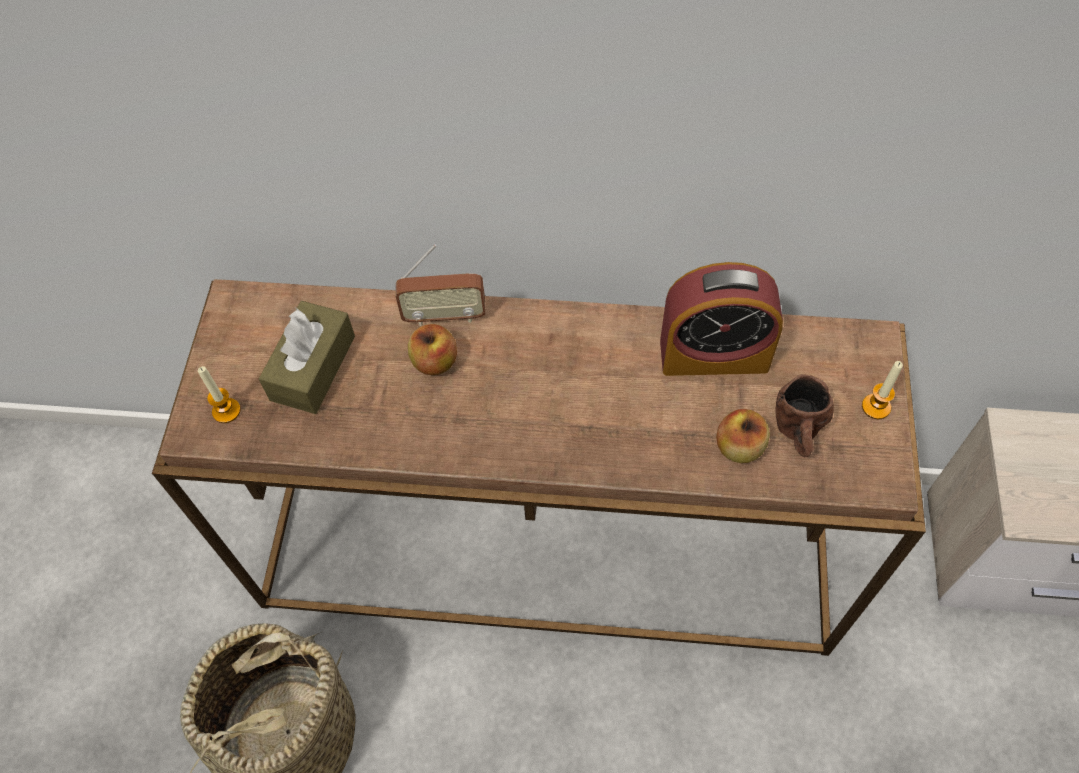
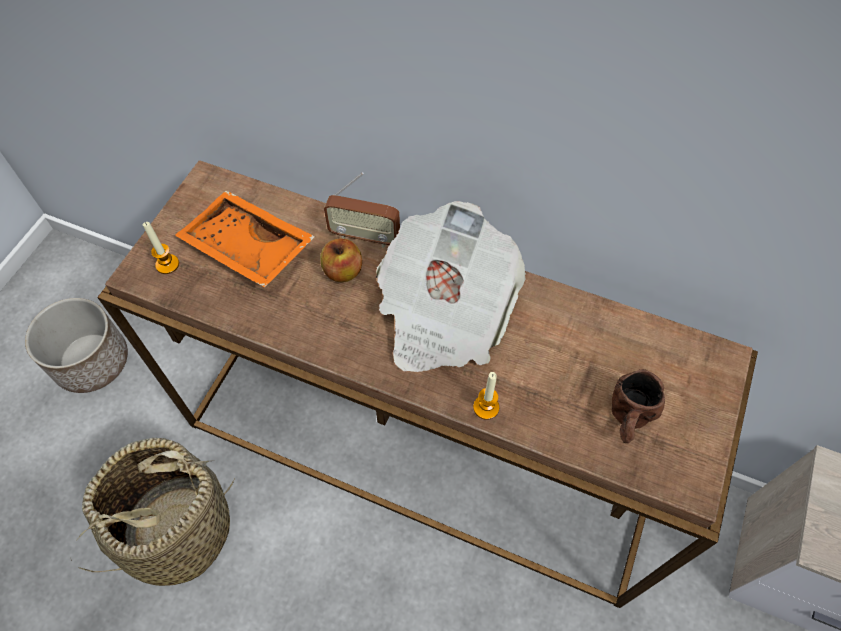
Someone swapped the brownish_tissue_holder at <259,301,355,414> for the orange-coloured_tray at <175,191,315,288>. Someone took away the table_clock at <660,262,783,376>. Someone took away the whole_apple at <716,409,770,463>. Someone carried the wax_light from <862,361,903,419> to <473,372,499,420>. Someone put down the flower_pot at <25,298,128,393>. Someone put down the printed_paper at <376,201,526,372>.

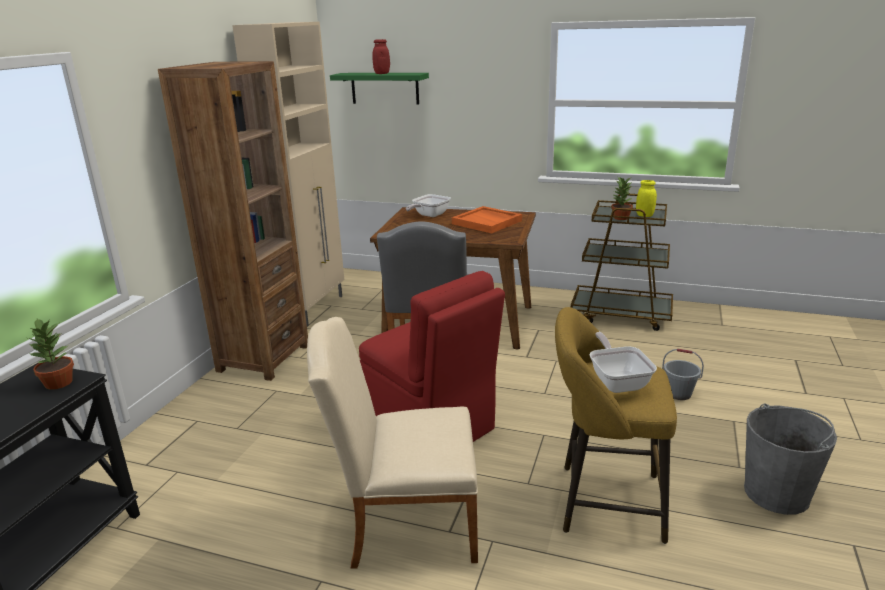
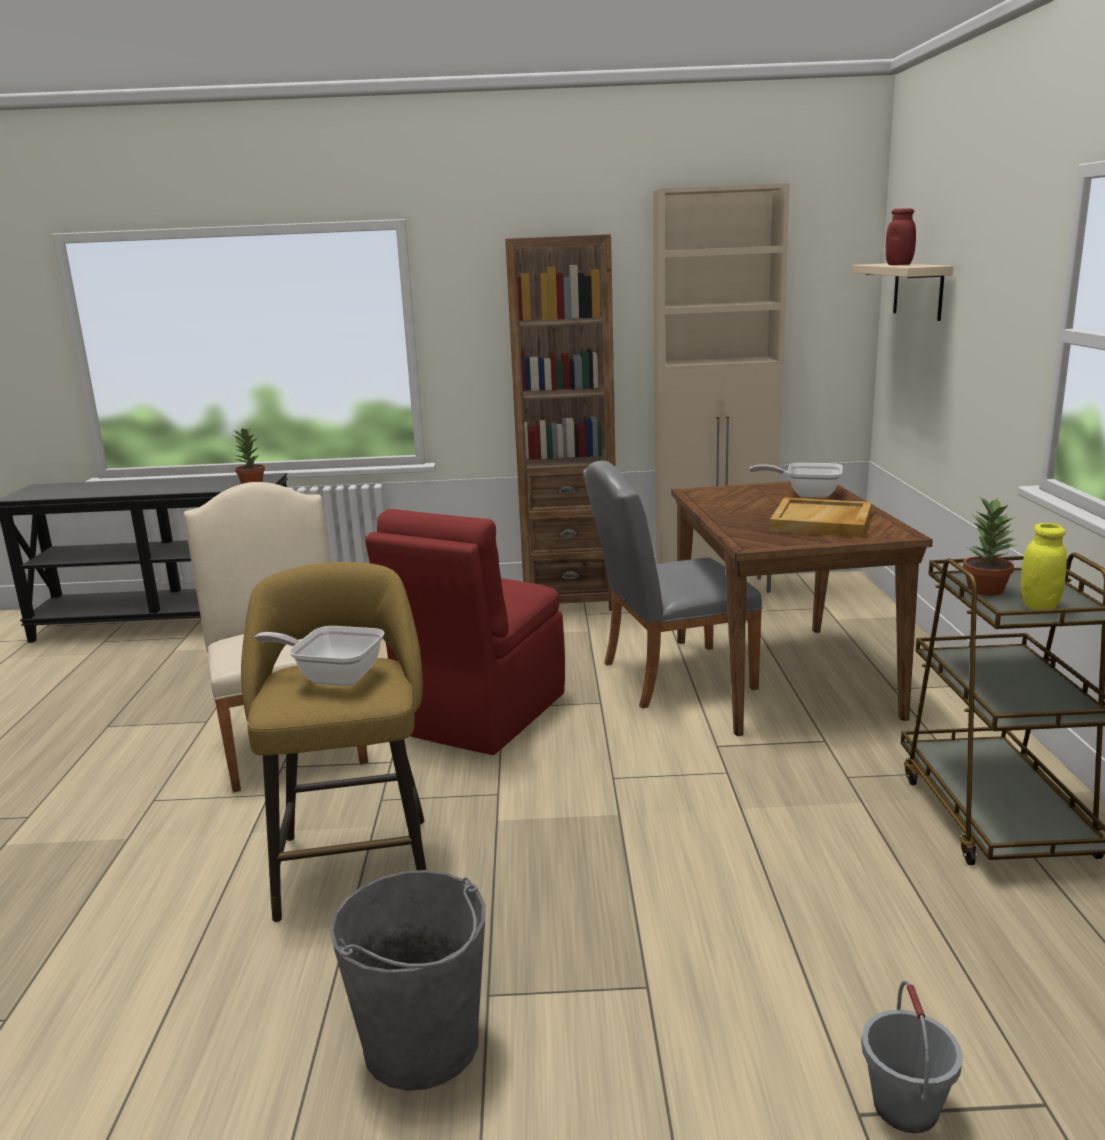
Someone repainted the green_shelf at <330,73,429,105>, which became the beige_shelf at <852,263,953,321>. Someone repainted the orange-coloured_tray at <452,206,522,233>, which became the beige_tray at <770,497,872,538>. Someone rotated the pan at <589,332,657,393> by 135 degrees counterclockwise. Someone carried the grey_bucket from <662,348,704,400> to <861,981,963,1133>.

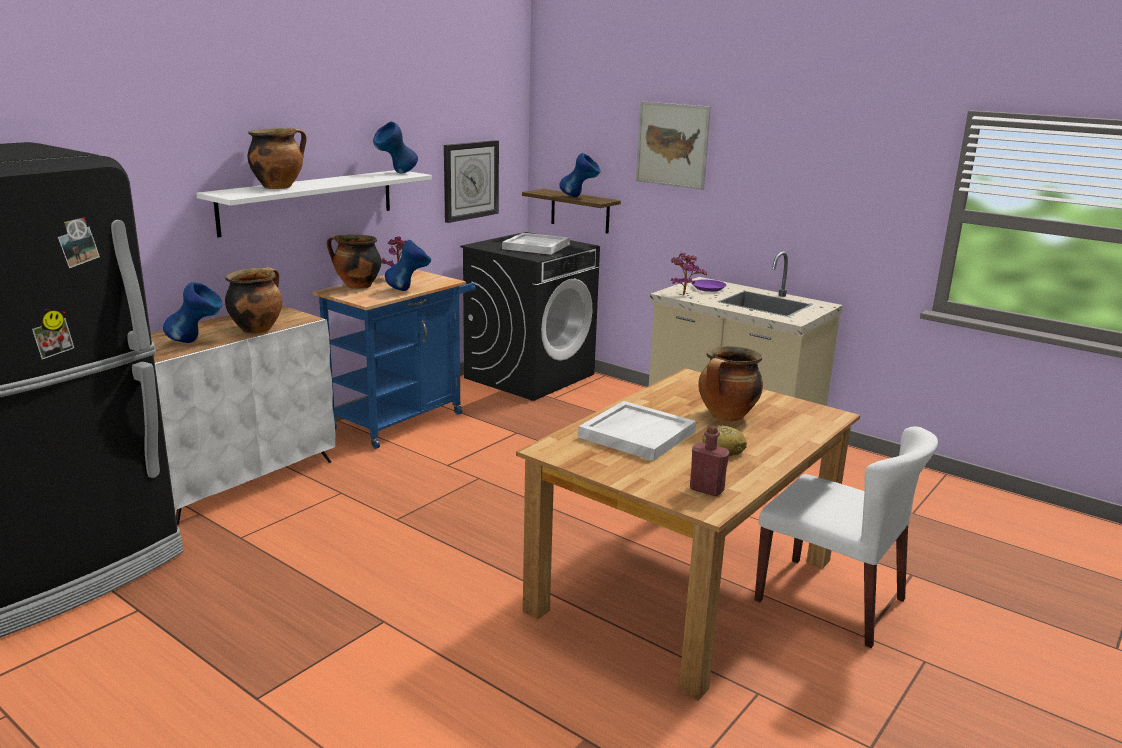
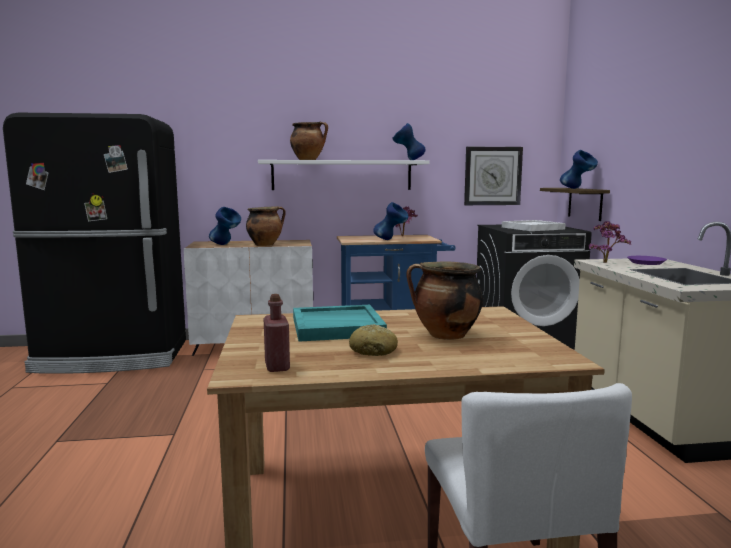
Someone took away the saucepot at <327,235,381,289>. Someone repainted the whitish_tray at <578,401,696,461>, which became the turquoise-coloured_tray at <293,305,387,342>. Someone took away the wall_picture at <636,101,711,190>.

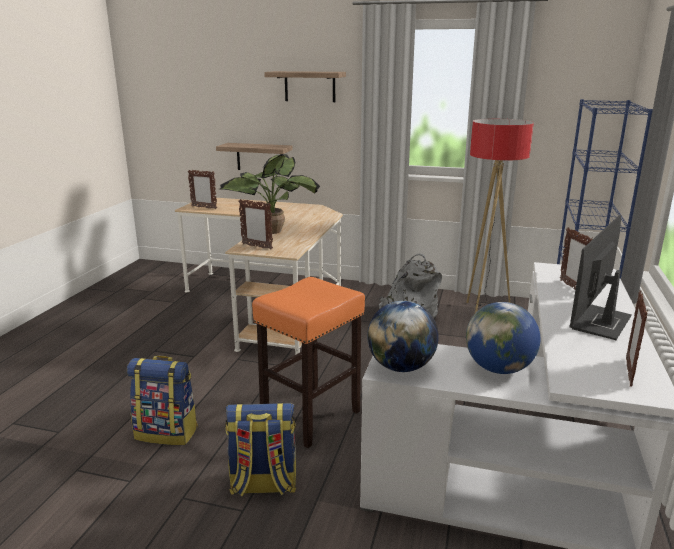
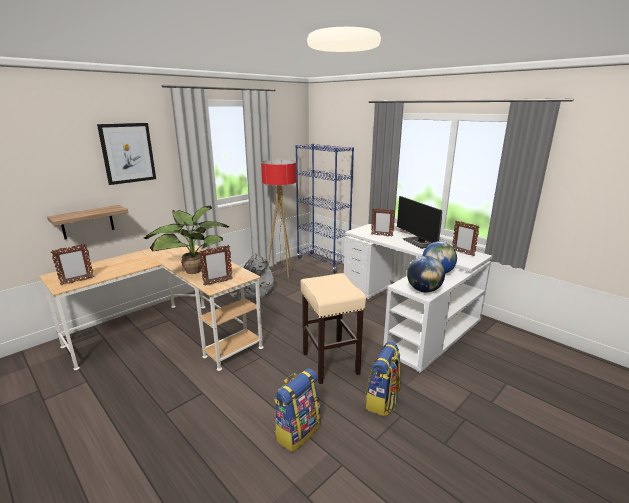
Someone repainted the orange-coloured_sitting_stool at <252,277,365,448>, which became the beige_sitting_stool at <300,273,366,384>. Someone swapped the shelf at <264,71,346,102> for the wall_picture at <97,123,156,185>.

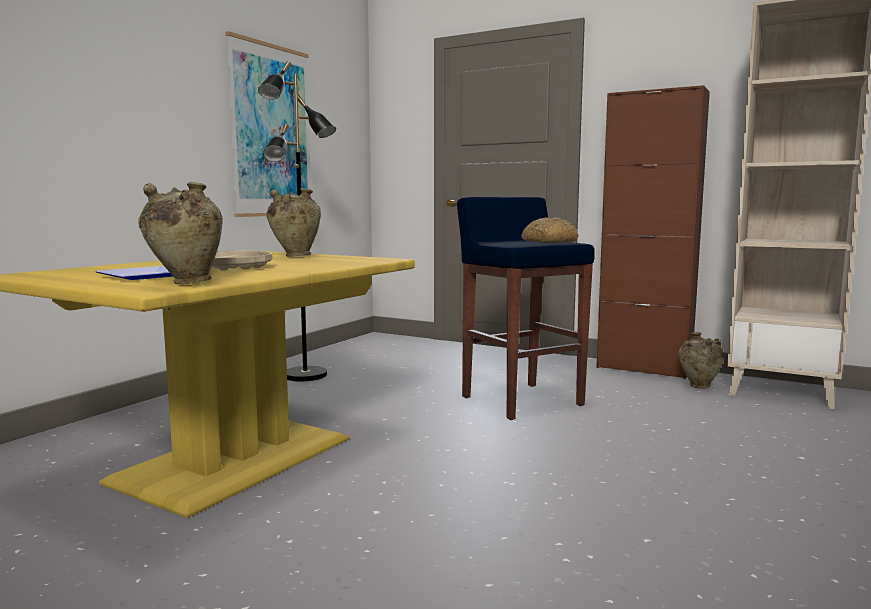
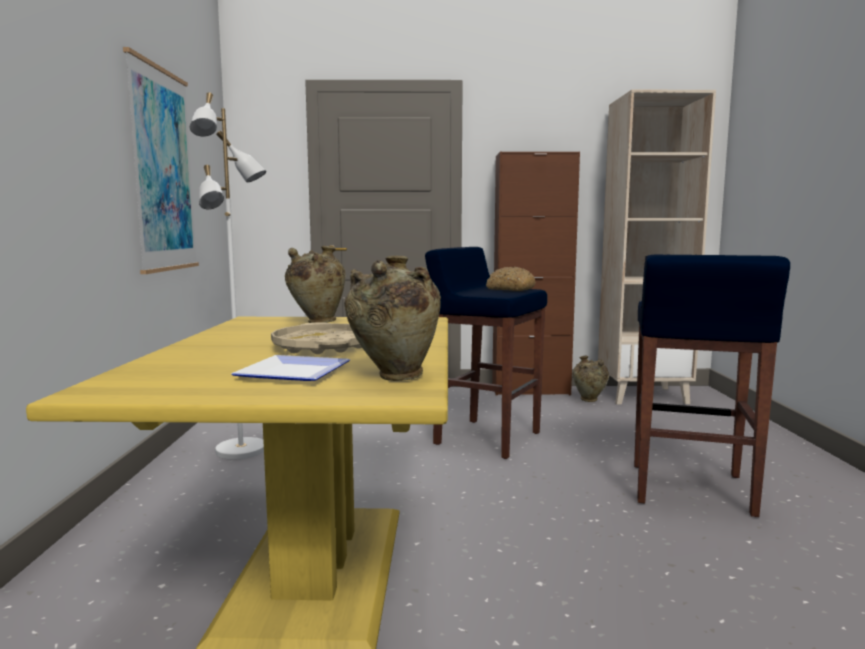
Someone repainted the blackish_standing_lamp at <258,61,336,381>, which became the whitish_standing_lamp at <190,92,266,459>. Someone put down the blue-coloured_sitting_stool at <634,254,790,517>.

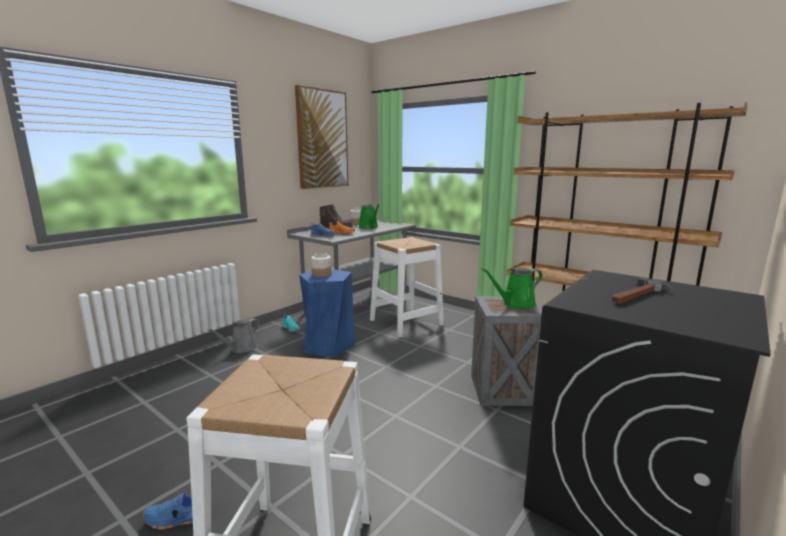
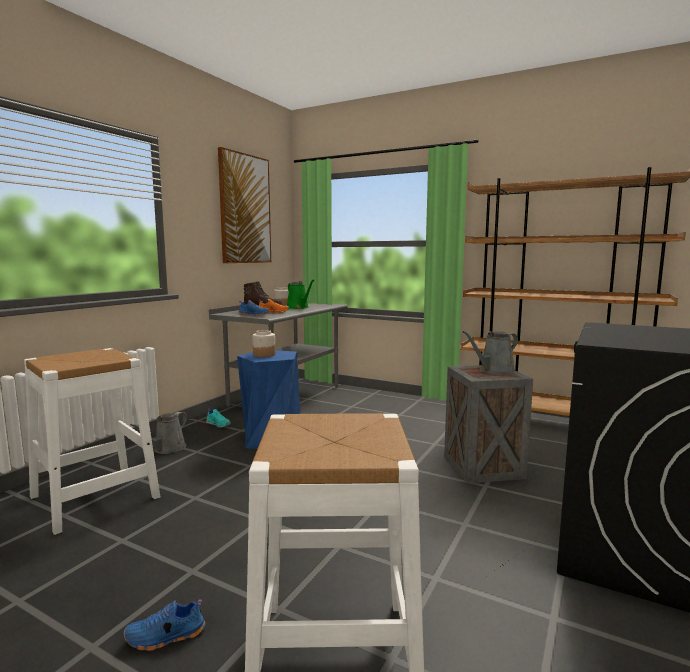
Someone carried the whitish_sitting_stool from <370,237,444,338> to <24,348,160,535>. Someone repainted the green_watering_pot at <481,267,543,309>, which became the grey_watering_pot at <462,331,518,374>. Someone took away the tool_hammer at <612,277,672,304>.

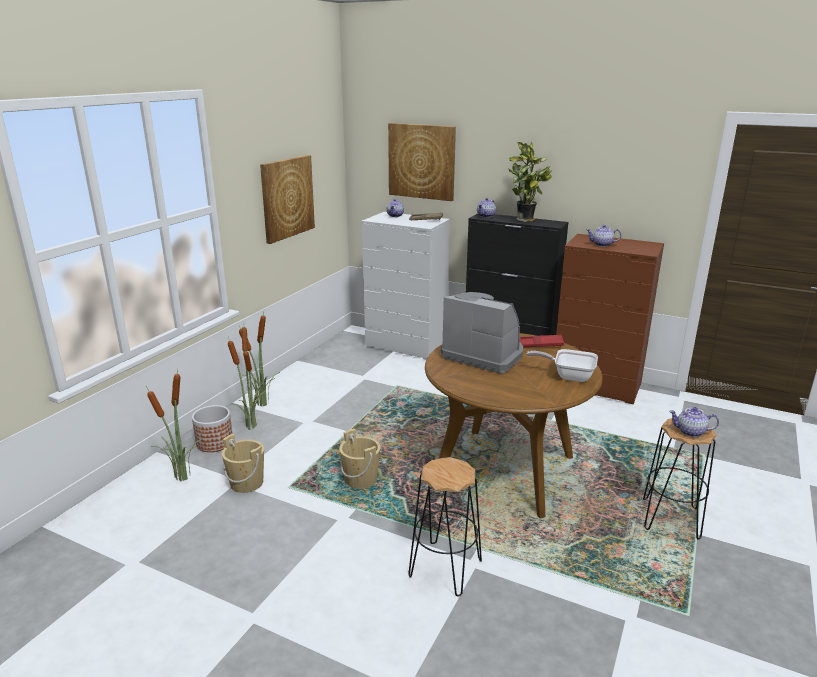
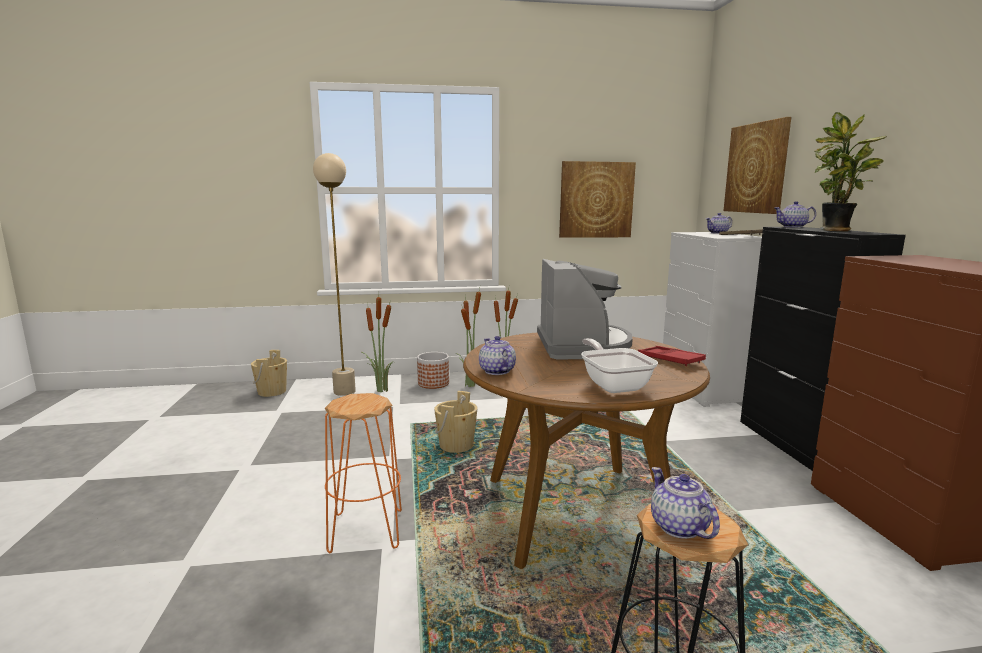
Someone carried the beige_bucket from <222,434,264,493> to <251,350,287,397>. Someone repainted the blackish_sitting_stool at <408,457,482,596>, which became the orange-coloured_sitting_stool at <325,393,402,553>. Someone carried the teapot from <586,225,621,247> to <479,336,516,375>. Someone put down the beige_standing_lamp at <313,153,356,396>.

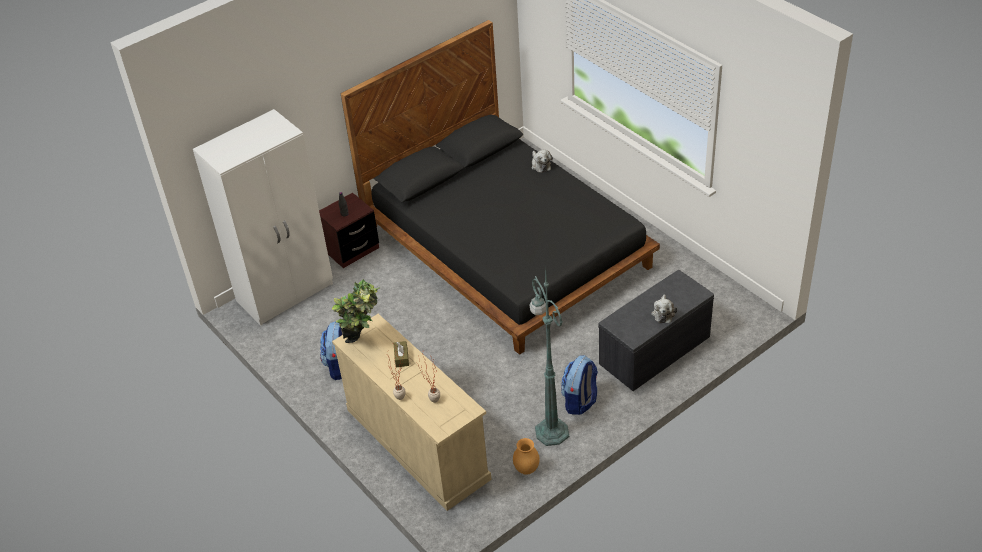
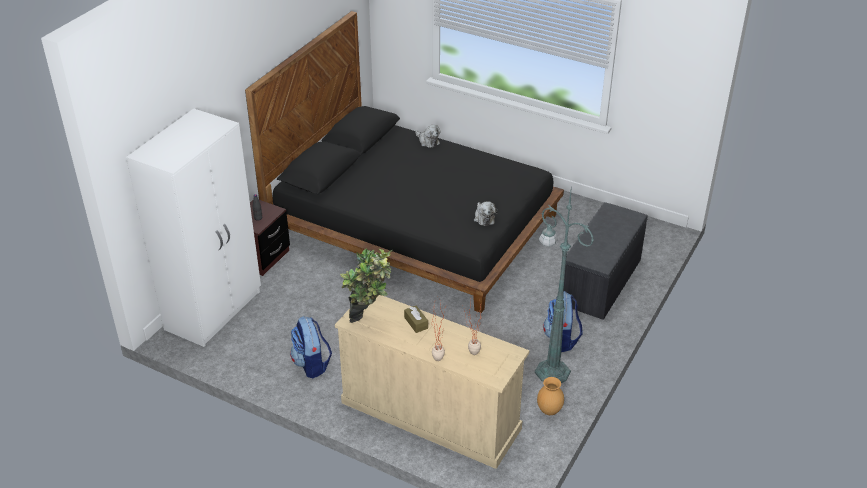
Someone carried the cuddly_toy from <651,294,677,323> to <474,201,498,226>.

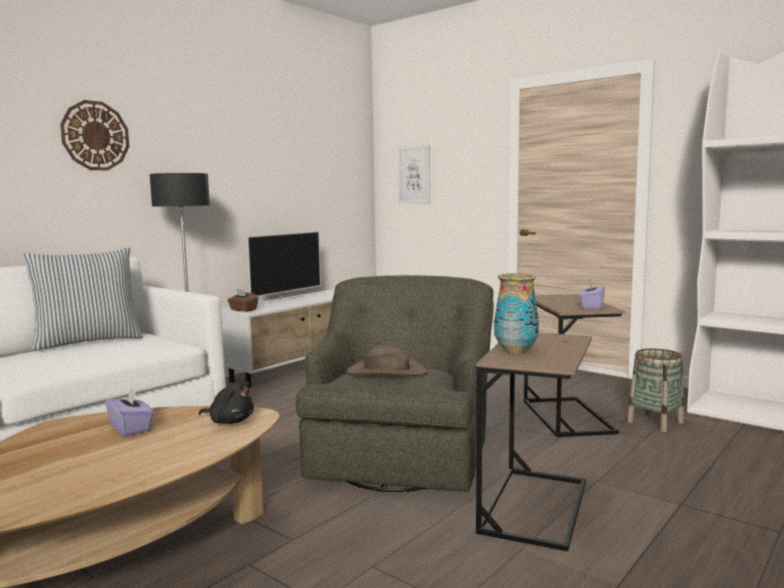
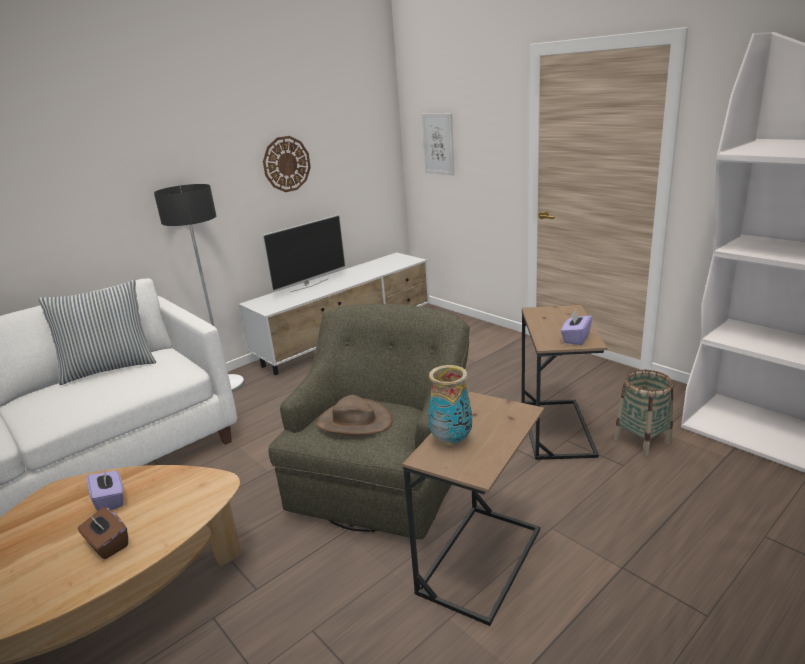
Someone carried the wall_clock from <60,100,129,170> to <263,136,311,192>. Someone took away the blackish_cuddly_toy at <199,382,254,424>. Someone carried the brownish_tissue_holder from <228,289,258,312> to <78,507,128,559>.

